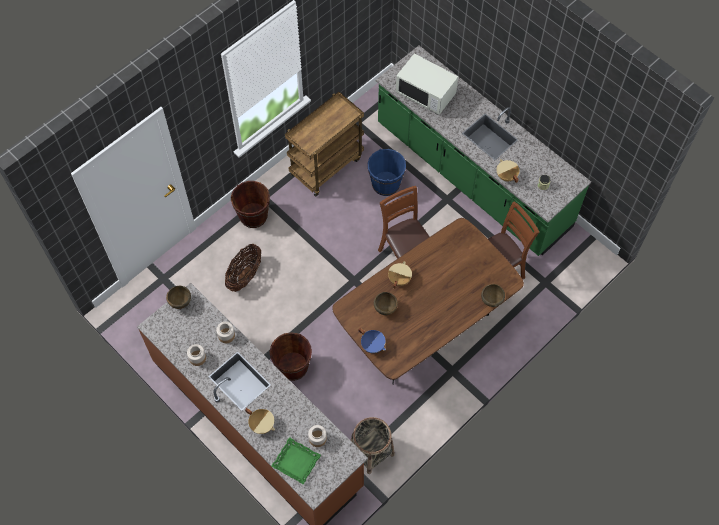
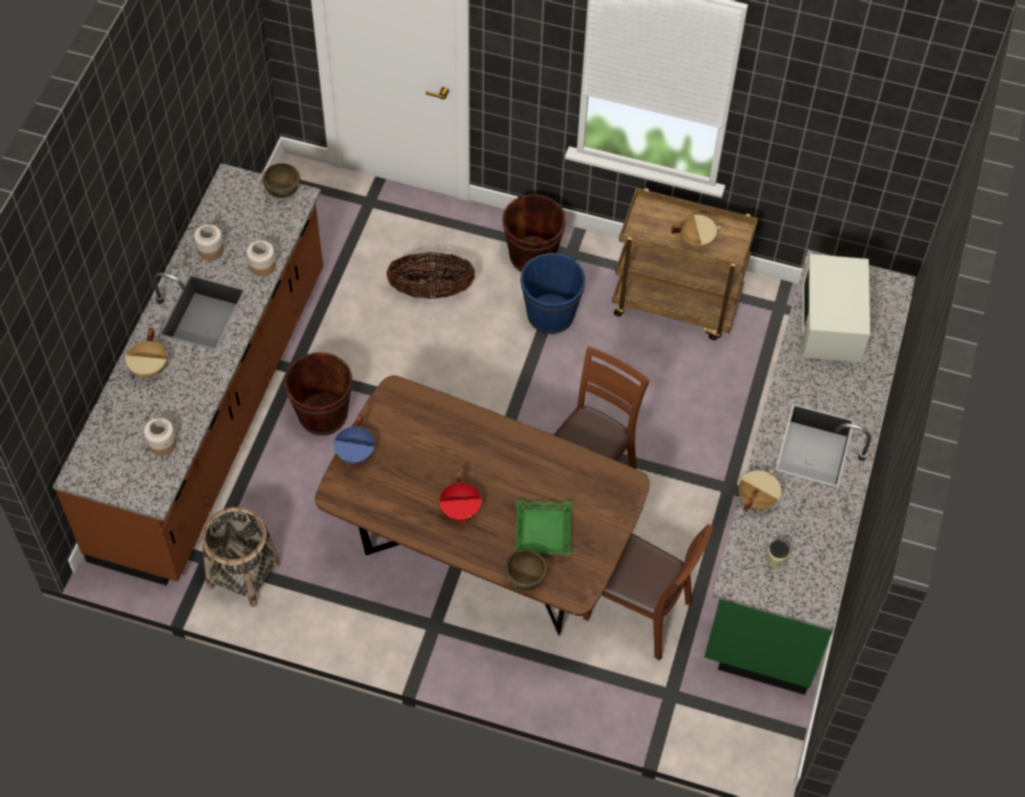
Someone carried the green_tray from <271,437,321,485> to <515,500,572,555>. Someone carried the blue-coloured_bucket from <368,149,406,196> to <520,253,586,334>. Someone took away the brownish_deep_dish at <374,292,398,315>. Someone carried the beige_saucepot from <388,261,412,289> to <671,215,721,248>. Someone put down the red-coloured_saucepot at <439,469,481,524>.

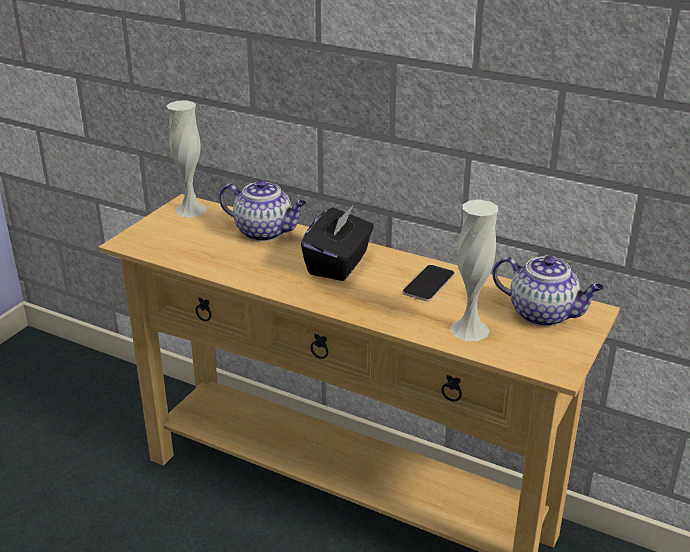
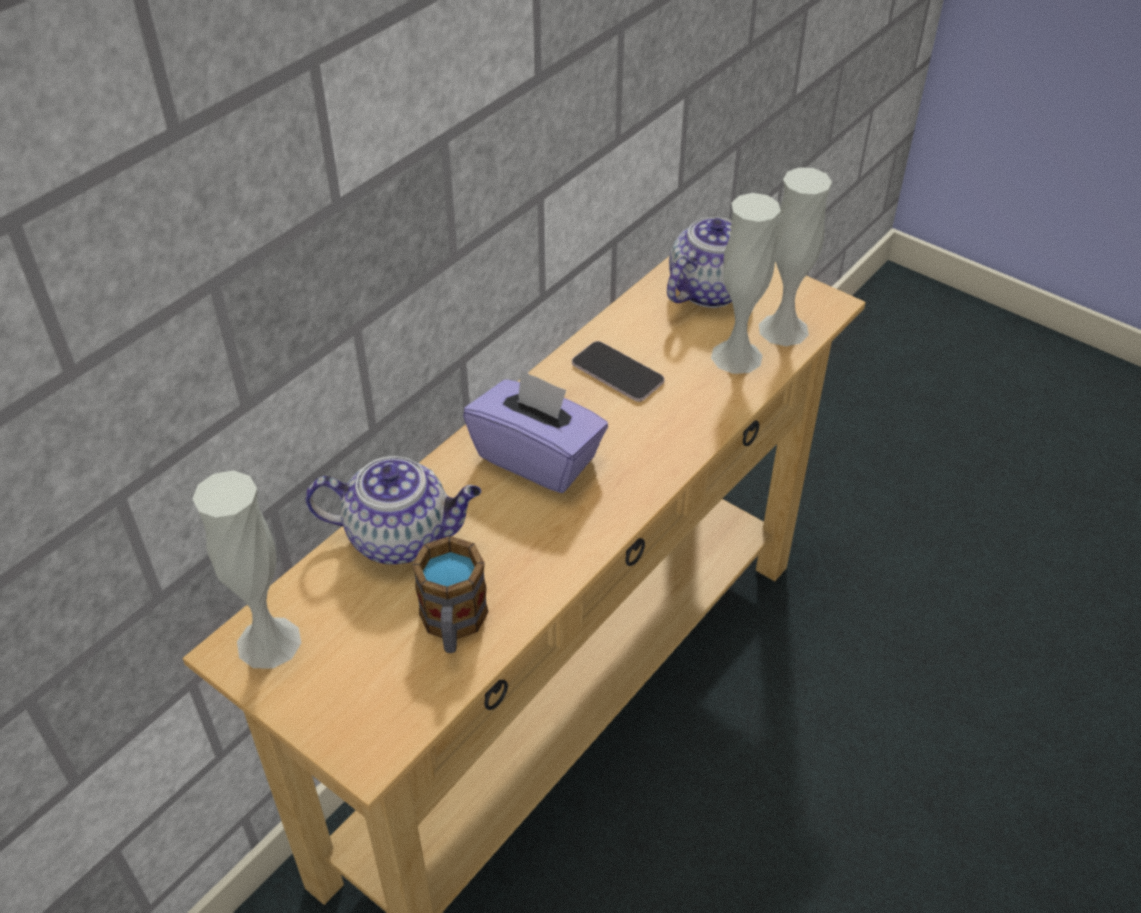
Someone rotated the teapot at <219,180,307,241> by 60 degrees clockwise. Someone repainted the blackish_tissue_holder at <301,205,374,281>, which became the purple_tissue_holder at <463,368,608,493>. Someone put down the tea_mug at <412,536,489,653>. Someone put down the whitish_vase at <759,167,832,346>.

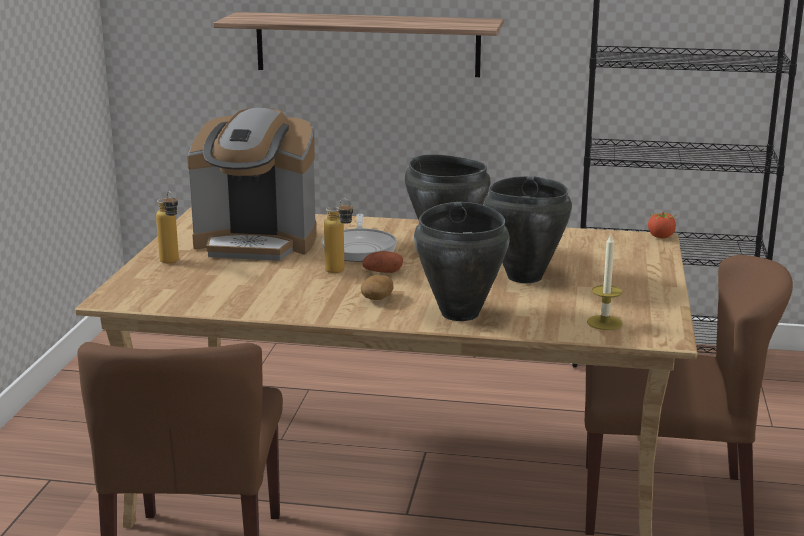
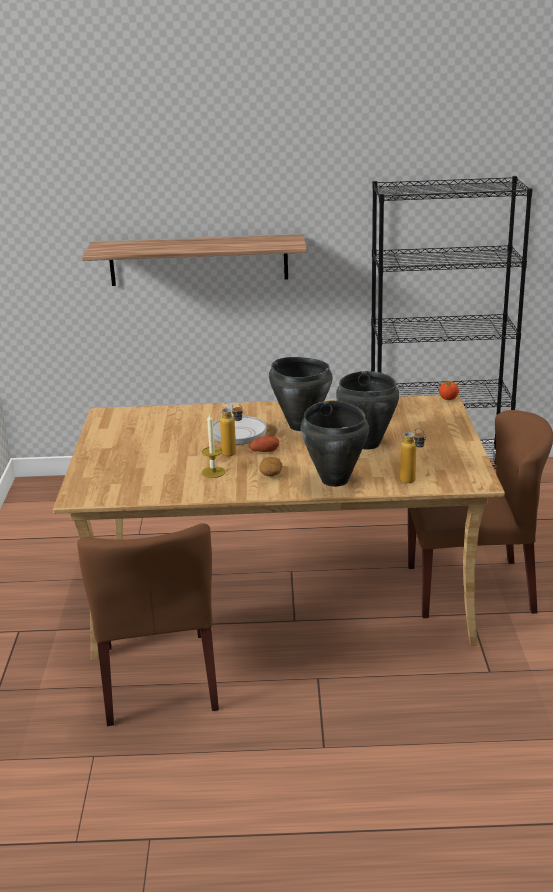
Someone carried the bottle from <156,191,179,263> to <400,428,426,483>. Someone took away the coffee_maker at <187,108,317,261>. Someone carried the wax_light from <587,235,623,330> to <201,413,225,478>.

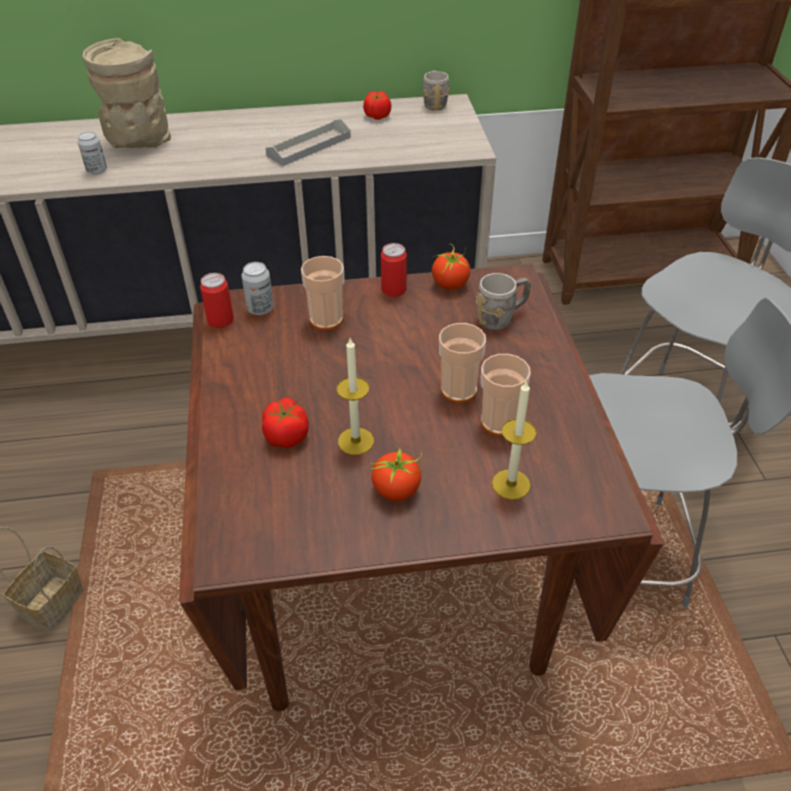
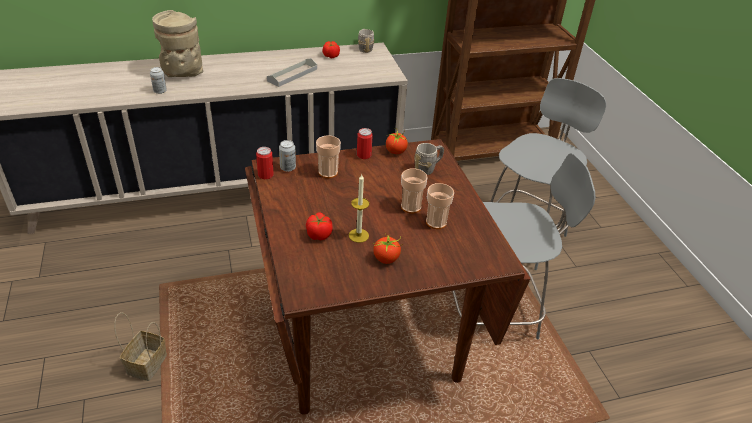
Someone took away the wax_light at <492,380,537,500>.

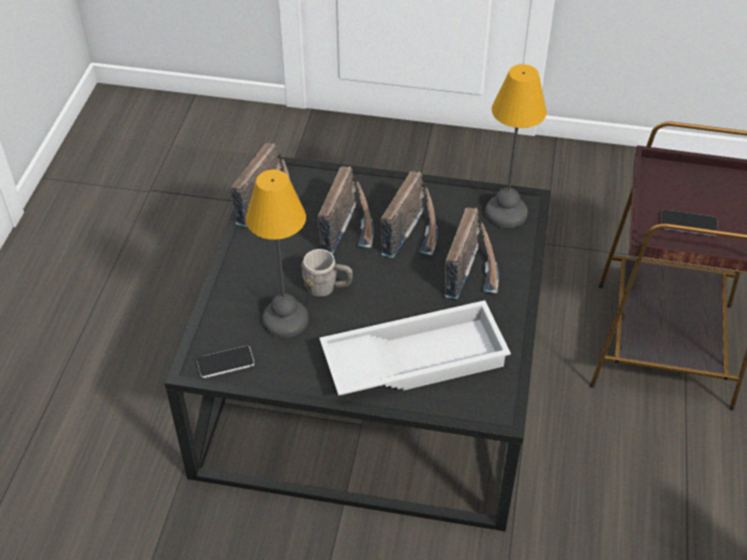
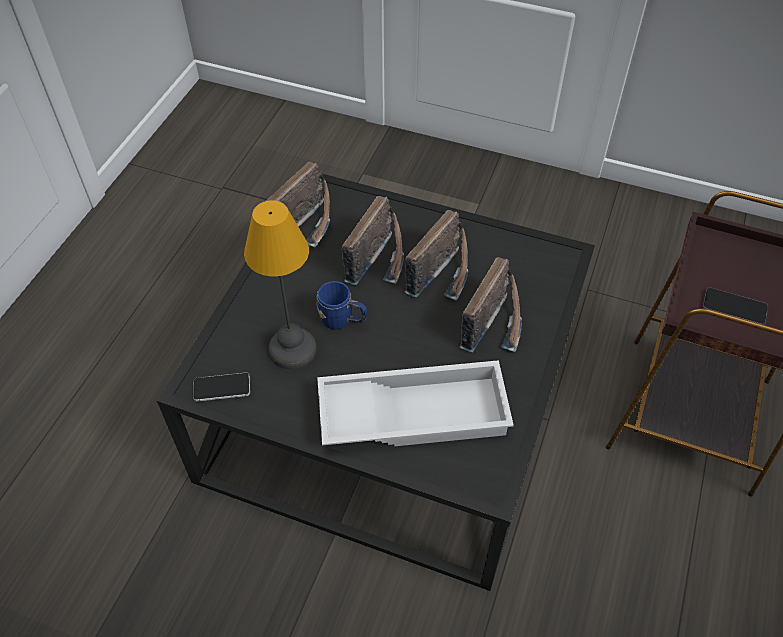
Someone repainted the grey_tea_mug at <302,249,353,297>, which became the blue-coloured_tea_mug at <316,281,367,330>. Someone took away the table_lamp at <485,64,547,228>.

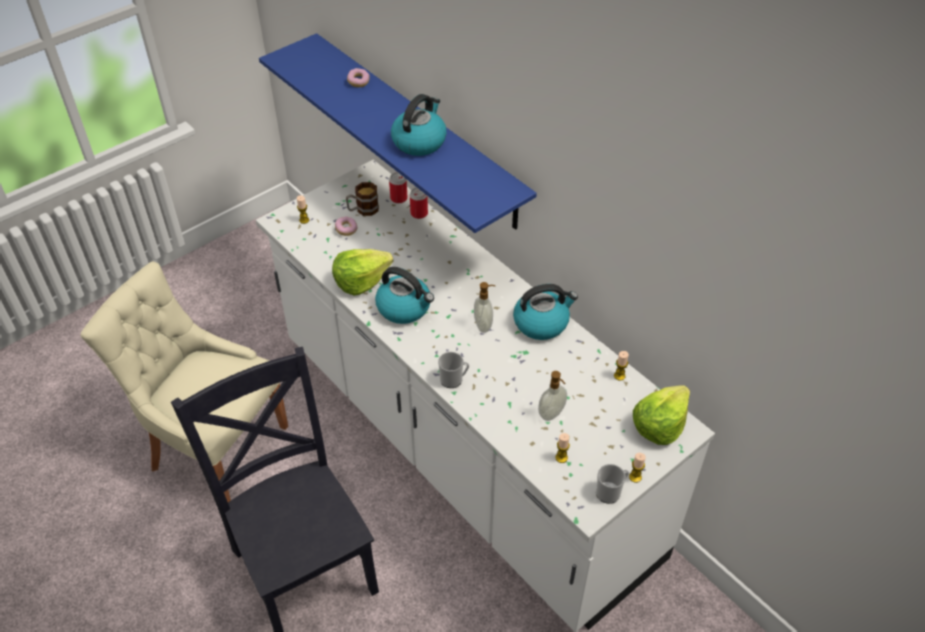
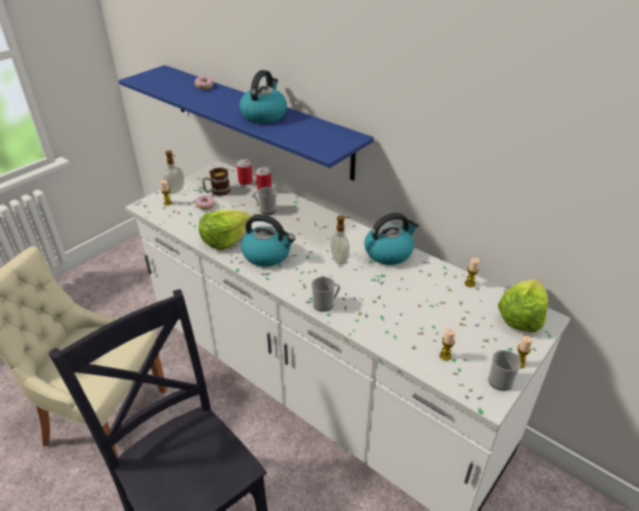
Someone carried the soap_bottle from <538,371,567,421> to <163,150,184,194>. Someone put down the tea_mug at <254,187,276,214>.

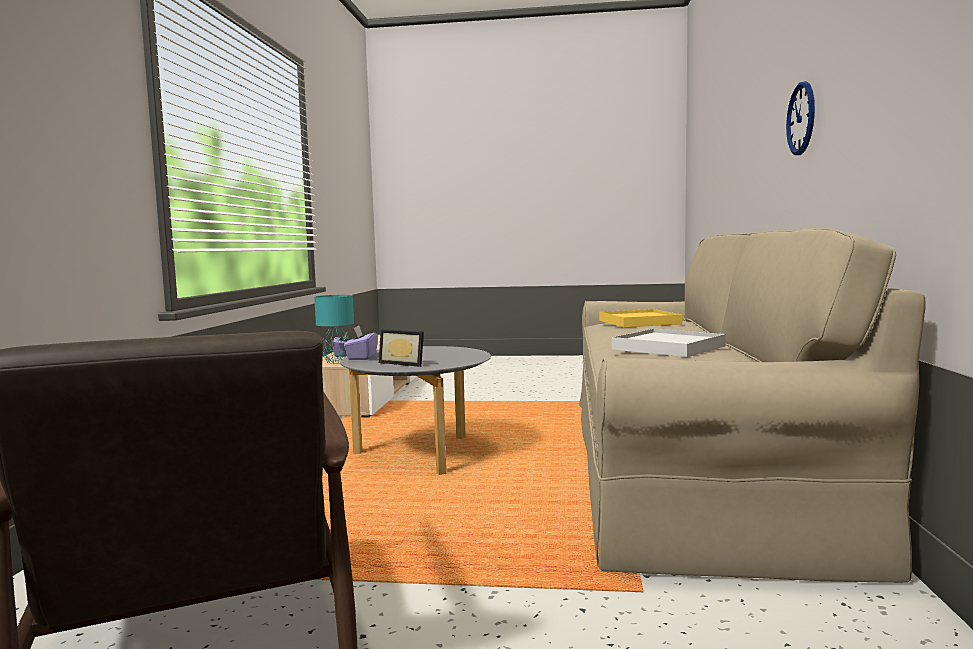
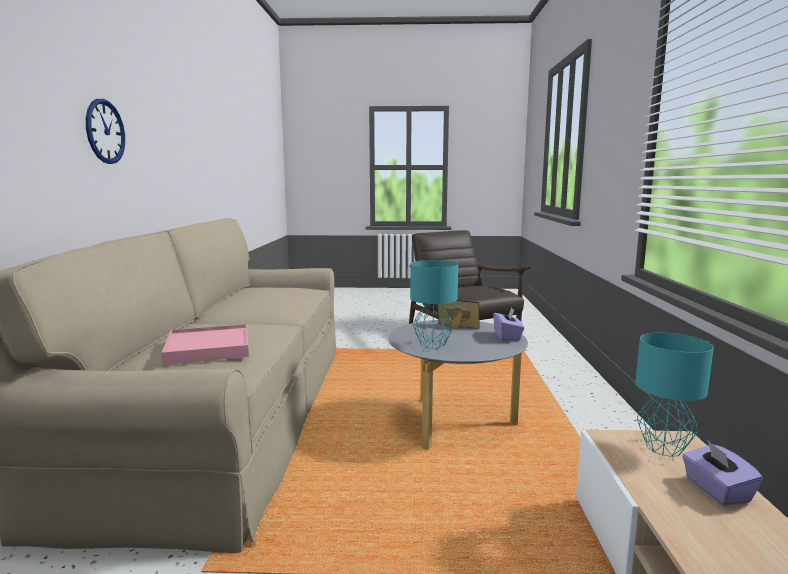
Someone repainted the yellow_tray at <599,309,682,327>, which became the pink-coloured_tray at <161,324,249,365>. Someone took away the whitish_tray at <612,329,726,357>. Someone put down the turquoise-coloured_table_lamp at <410,260,458,349>.

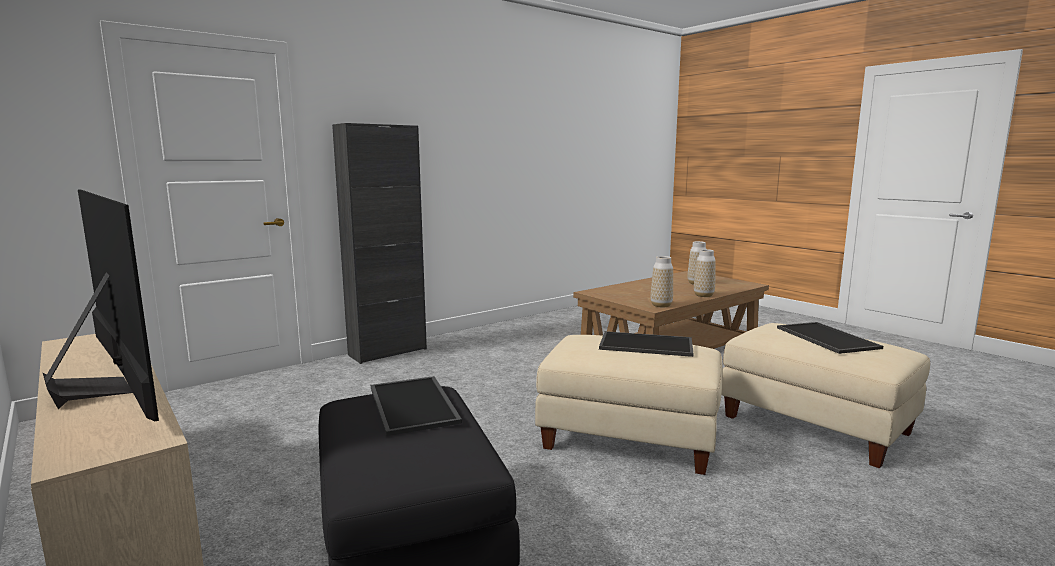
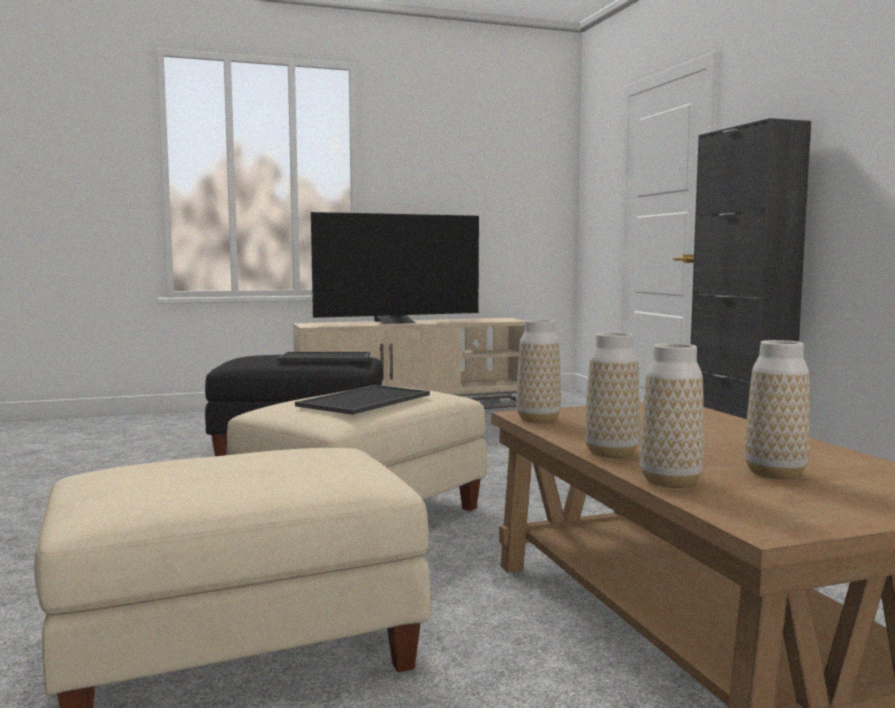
Someone took away the tray at <777,322,883,354>. Someone put down the vase at <640,343,704,488>.

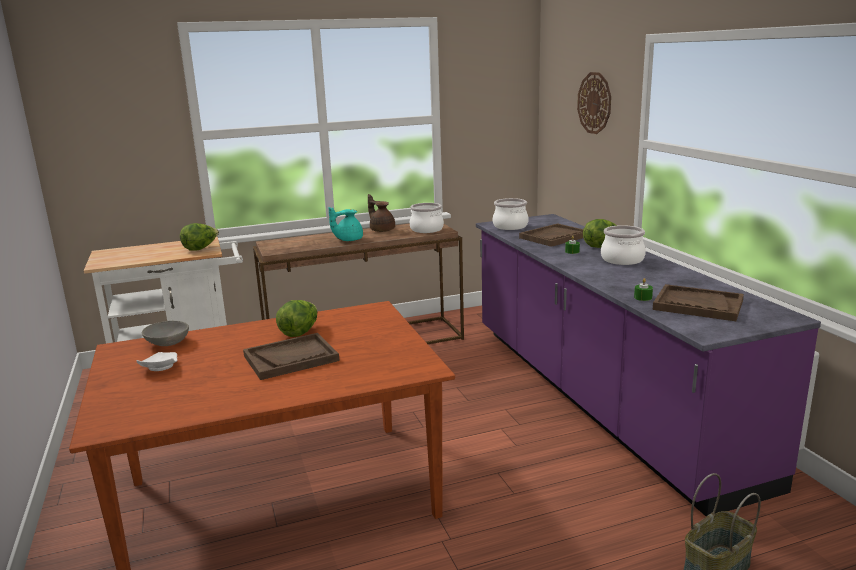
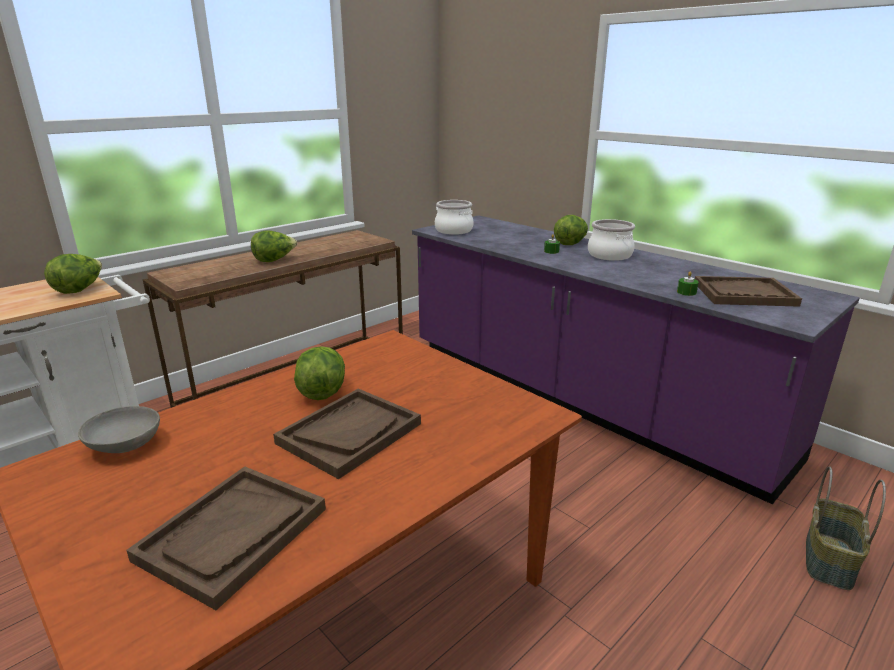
Someone took away the whitish_dinner_plate at <137,352,178,371>. Someone swapped the turquoise-coloured_teapot at <329,207,363,241> for the lettuce at <251,231,297,262>. Someone took away the brownish_teapot at <368,194,395,232>. Someone took away the saucepot at <410,203,444,233>. Someone carried the brownish_tray from <519,223,583,247> to <126,466,326,610>. Someone took away the wall_clock at <577,72,611,134>.

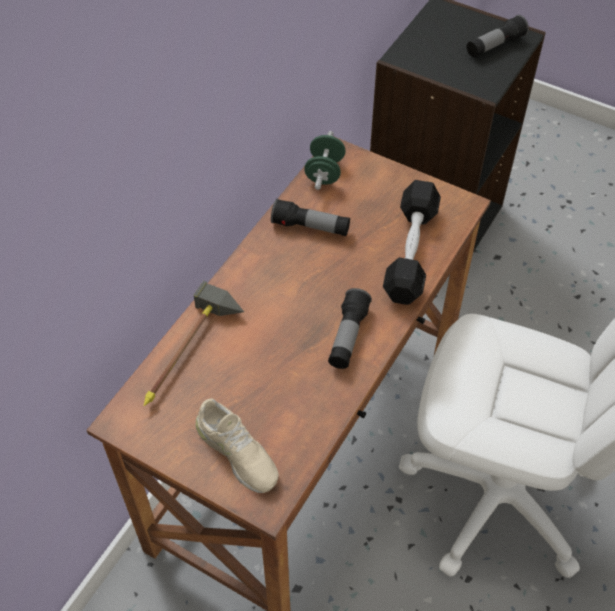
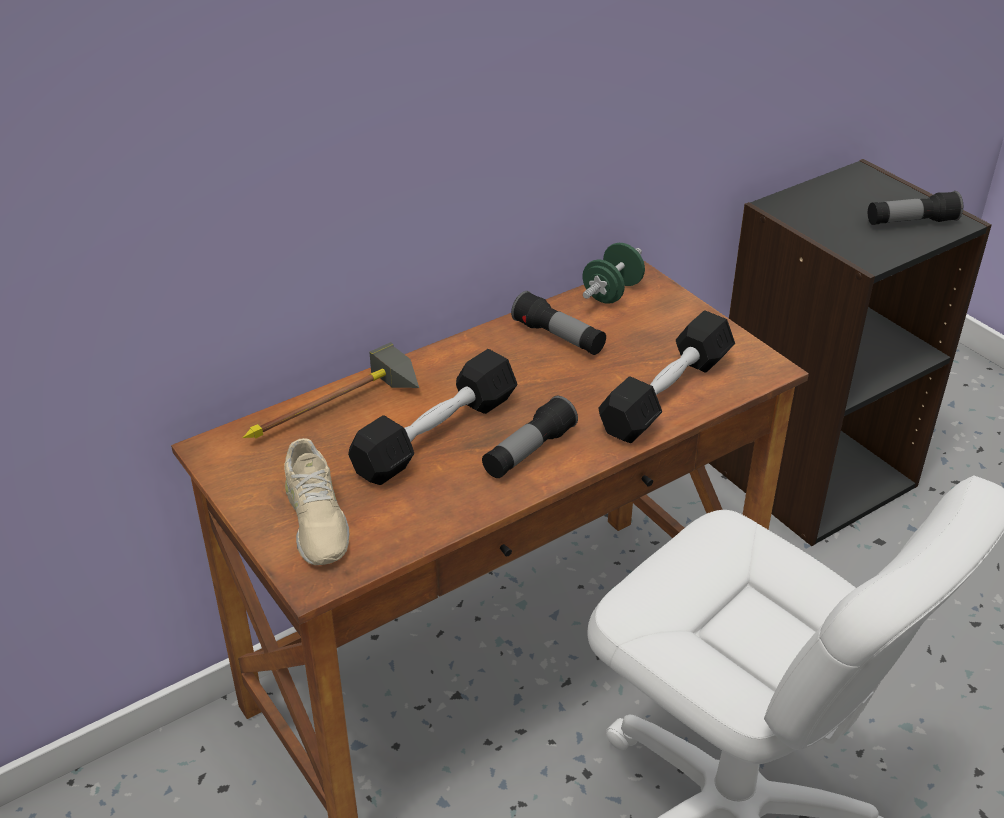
Someone put down the blackish_dumbbell at <348,349,517,485>.

